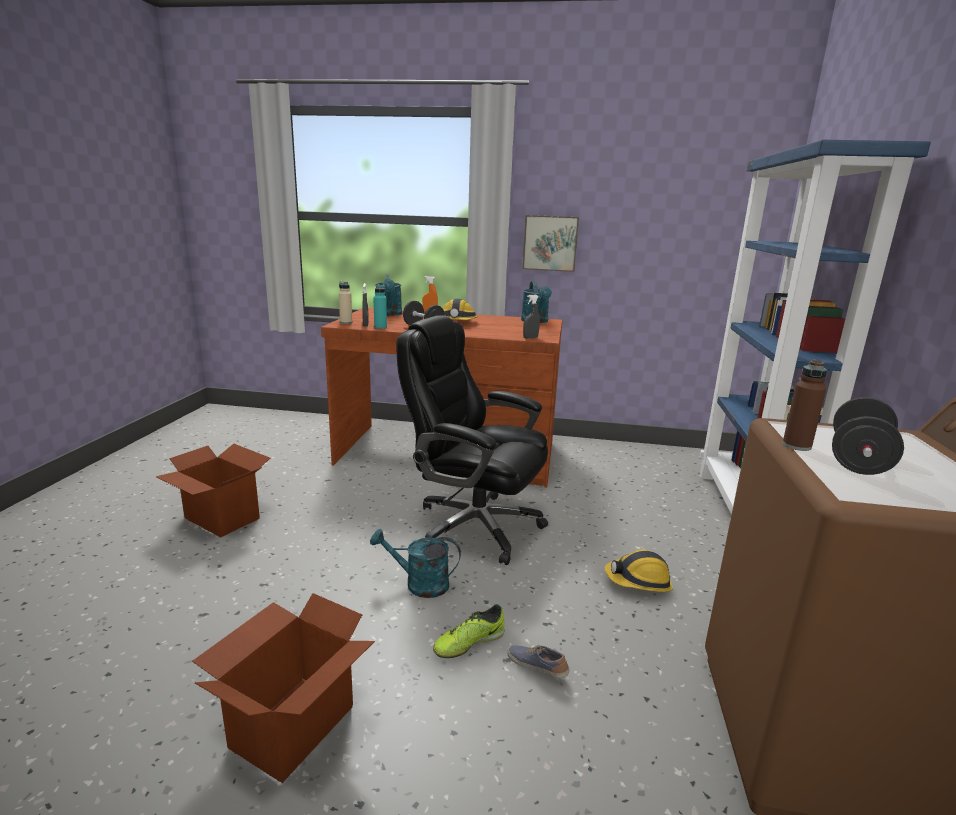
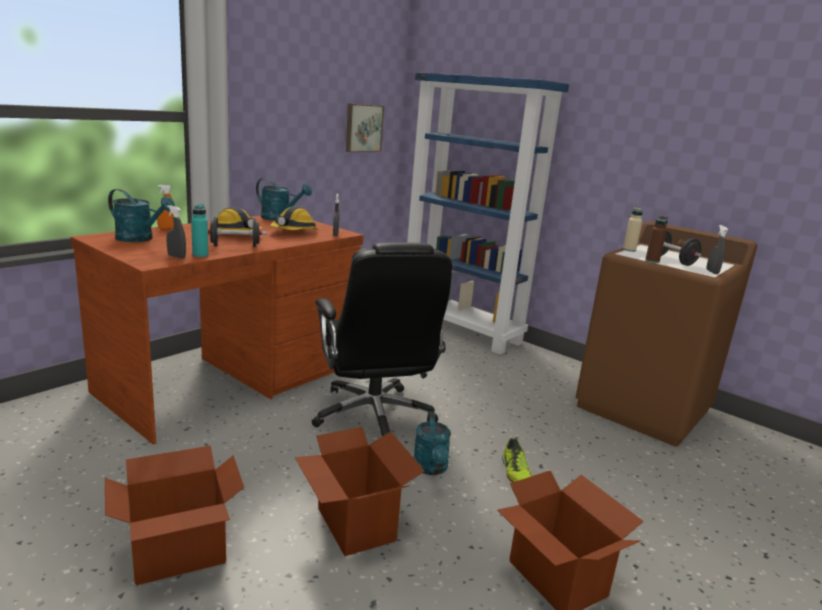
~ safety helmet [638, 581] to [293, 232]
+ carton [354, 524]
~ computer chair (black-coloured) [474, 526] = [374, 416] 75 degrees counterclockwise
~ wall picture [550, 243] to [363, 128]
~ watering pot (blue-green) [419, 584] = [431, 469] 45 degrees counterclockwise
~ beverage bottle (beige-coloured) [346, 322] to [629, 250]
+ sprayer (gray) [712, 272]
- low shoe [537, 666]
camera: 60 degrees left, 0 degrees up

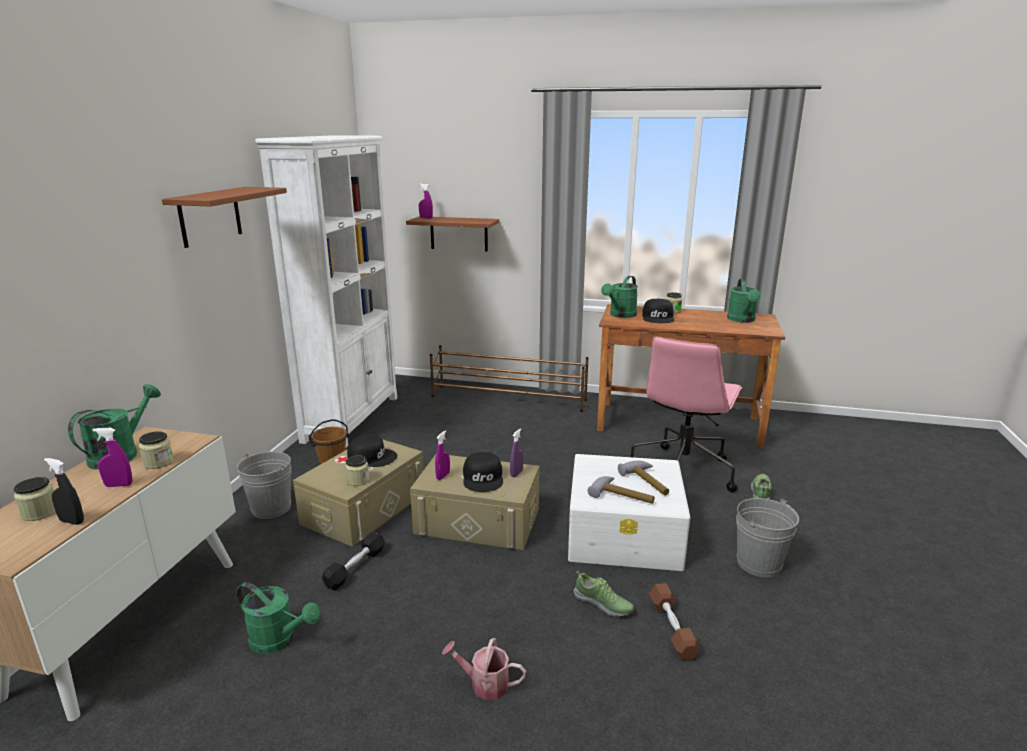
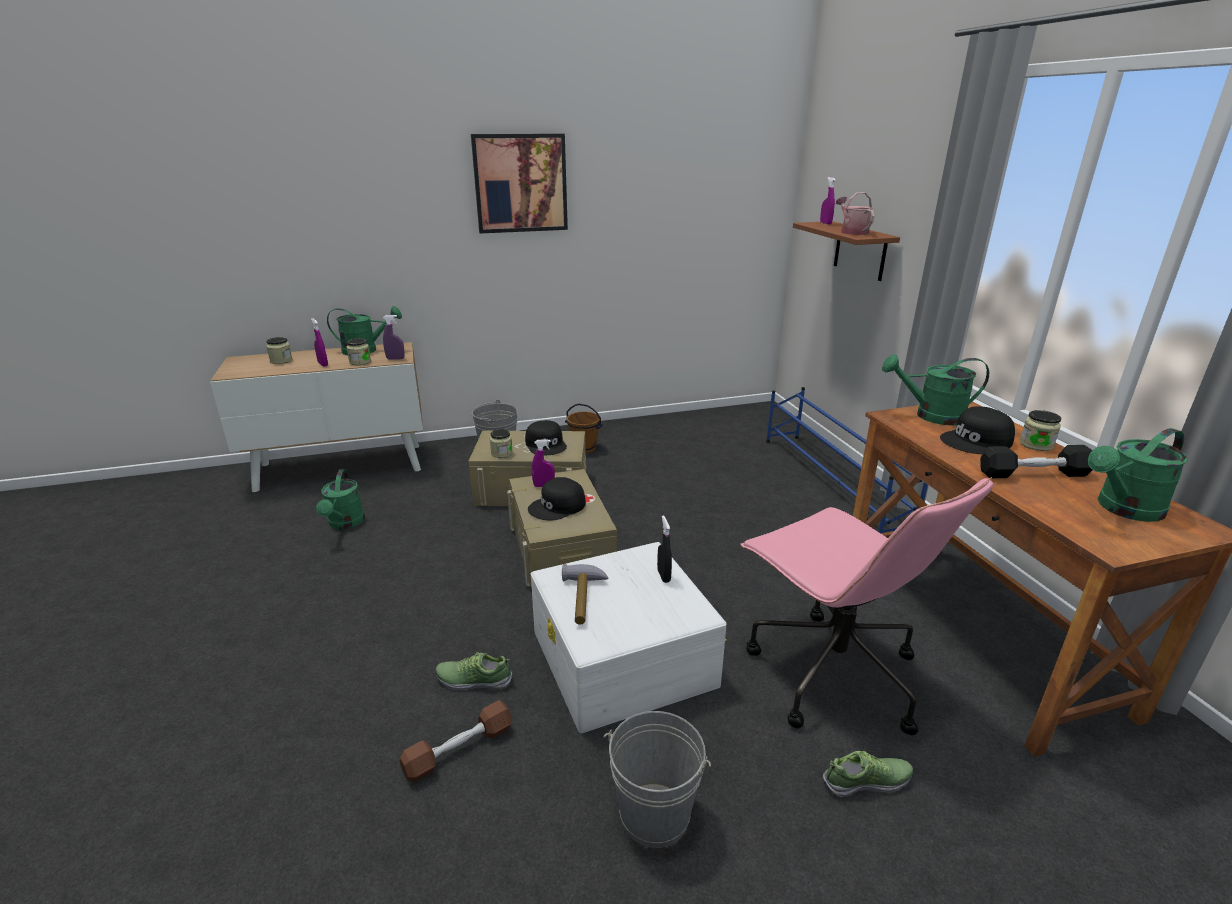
~ sprayer (purplish) [516, 473] to [395, 359]
~ low shoe [603, 604] = [474, 680] 90 degrees clockwise
~ wall shelf (brown-coloured) [210, 216] to wall picture [520, 183]
~ sprayer (black-coloured) [72, 521] to [663, 576]
~ computer chair (pinkish) [682, 471] = [831, 673] 120 degrees counterclockwise
~ shoe shelf (brown-coloured) [509, 398] to shoe shelf (bluish) [832, 482]
~ watering pot [484, 684] to [852, 232]
~ hand weight (black-coloured) [355, 567] to [1033, 474]
- shelving unit (whitish) [352, 418]
- tool hammer [648, 482]
camera: 60 degrees right, 5 degrees up

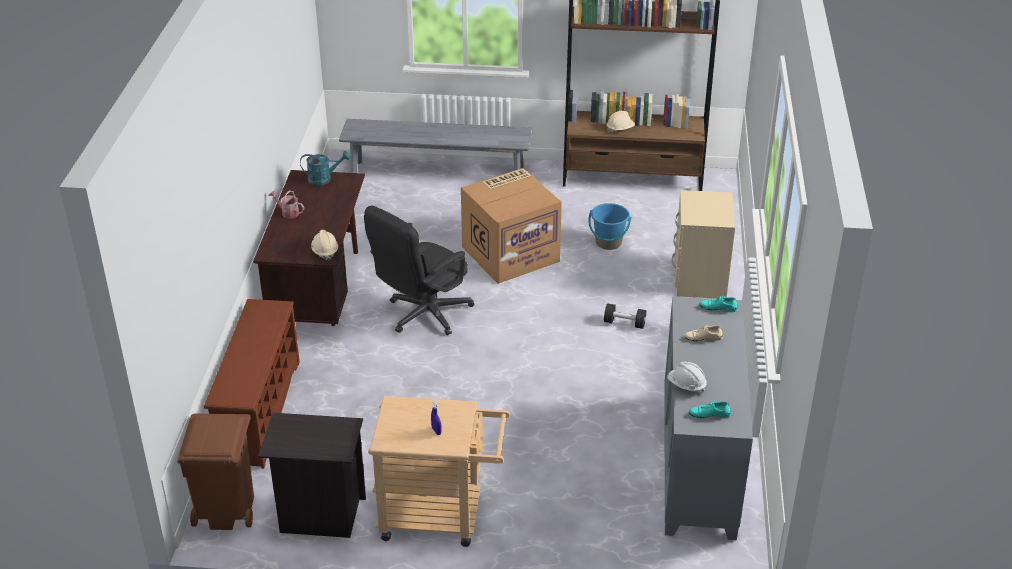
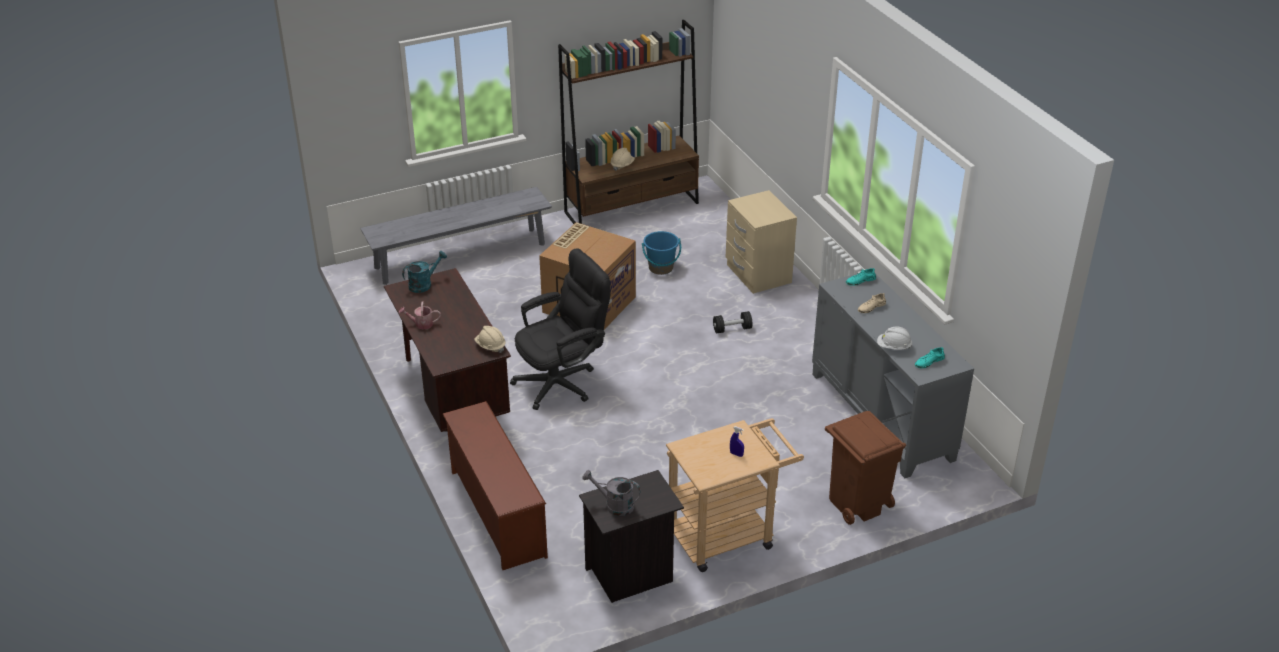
~ computer chair (black-coloured) [422, 316] = [562, 381] 135 degrees counterclockwise
+ watering pot (gray) [614, 505]
~ rubbish bin (brown-coloured) [226, 510] to [857, 503]
camera: 30 degrees left, 0 degrees up

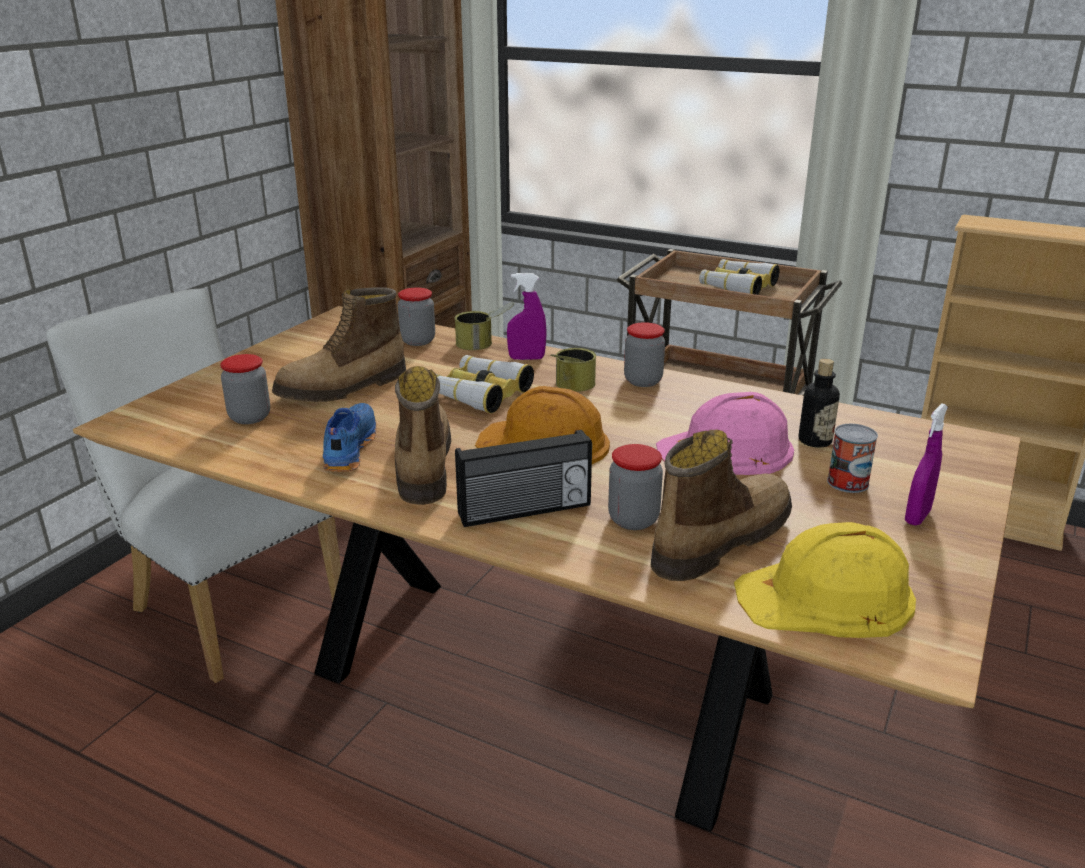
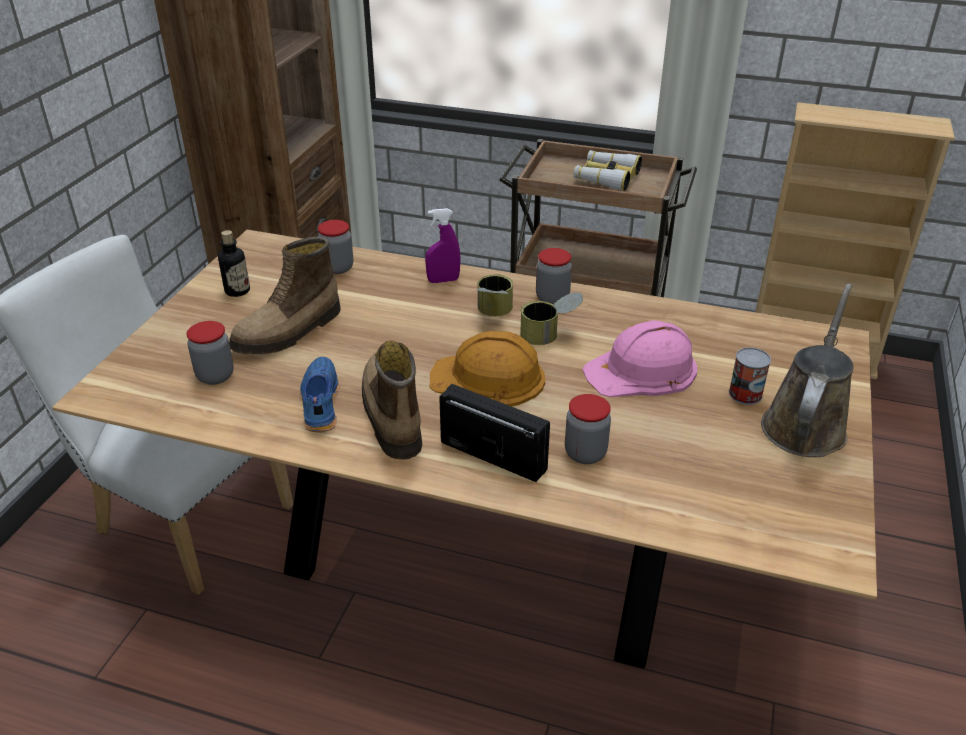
~ beverage bottle [815, 441] to [237, 291]
~ radio receiver [525, 511] = [494, 454] 120 degrees counterclockwise
~ sealed can [485, 344] to [550, 334]
~ sprayer (purplish) [917, 517] to watering pot (brown-coloured) [805, 424]
- binoculars [479, 393]
- high-top boot [719, 540]
- safety helmet (yellowish) [827, 597]
camera: 10 degrees left, 10 degrees up

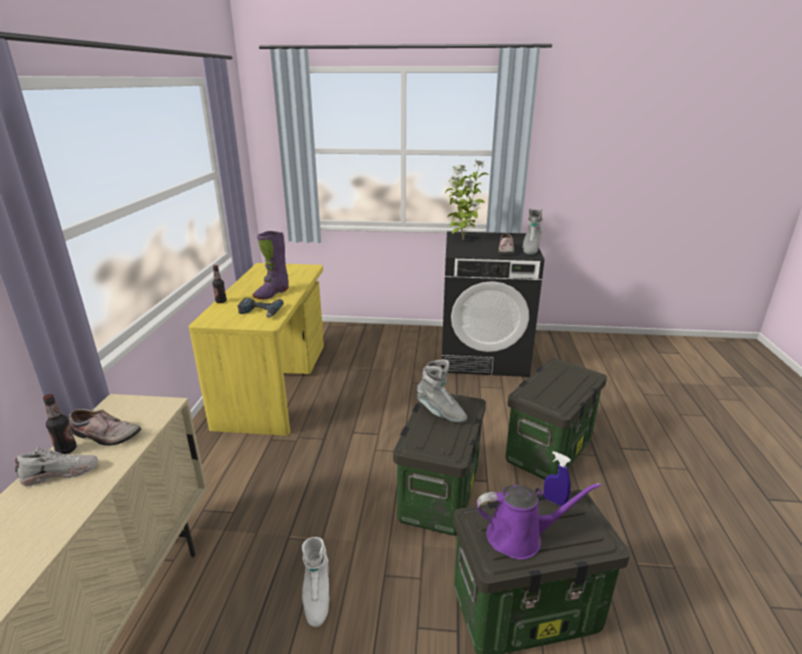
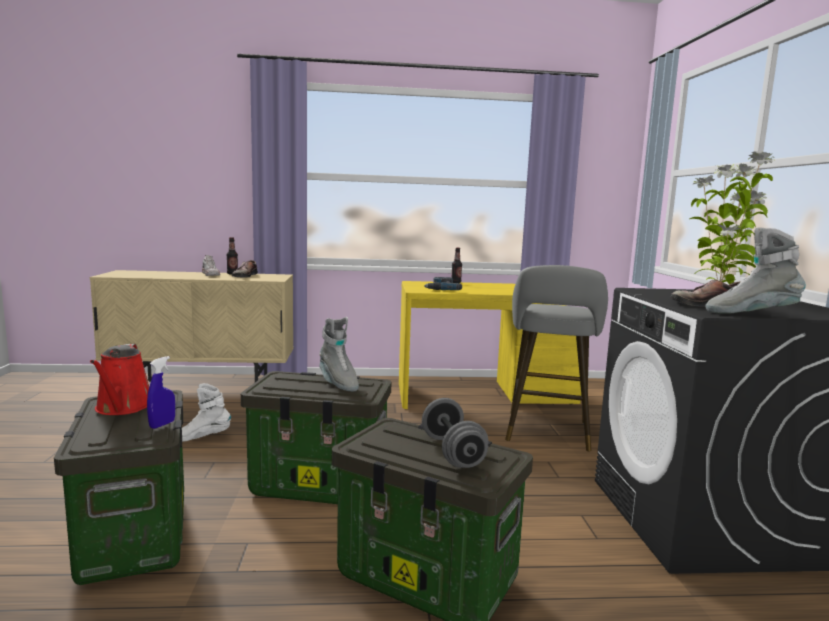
~ watering pot (purplish) [520, 537] to watering pot (reddish) [123, 407]
~ high-top boot (gray) [440, 413] = [338, 383] 60 degrees counterclockwise
+ hand weight (gray) [452, 452]
+ stool (gray) [547, 433]
- high-top boot (purplish) [271, 294]
camera: 80 degrees right, 15 degrees down

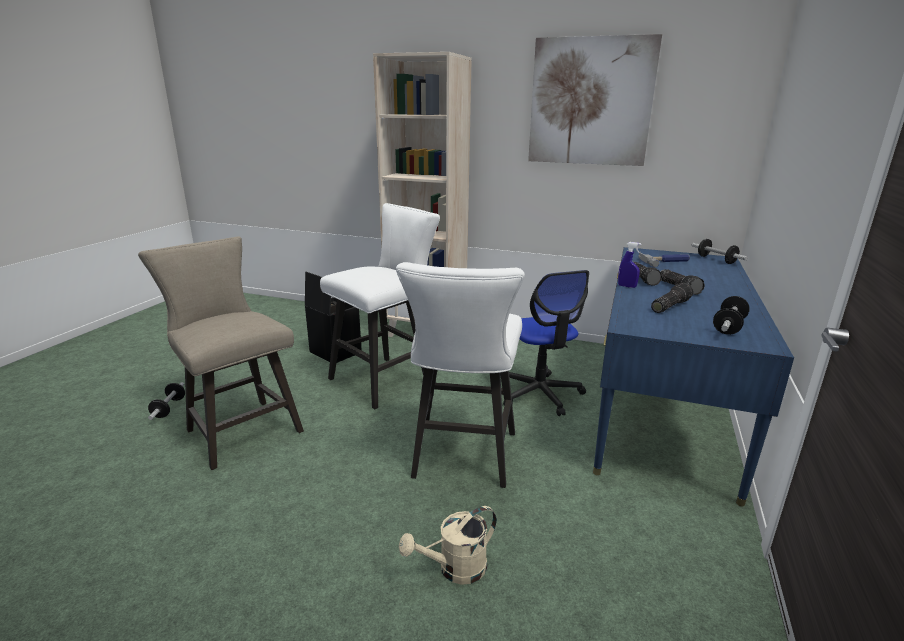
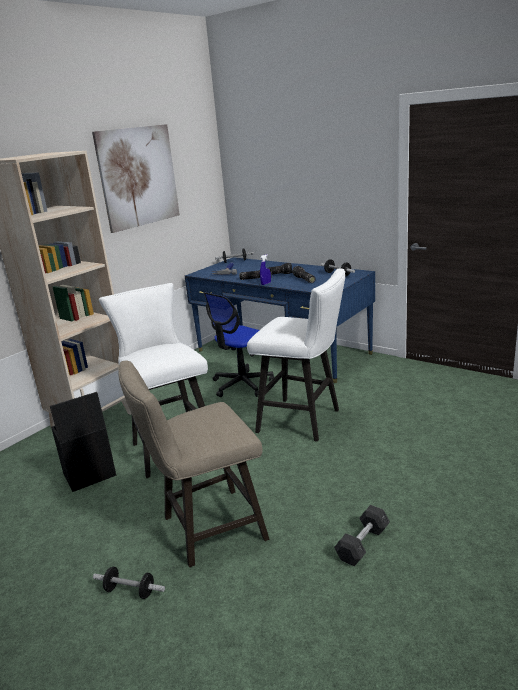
~ computer chair [540, 394] = [242, 384] 135 degrees clockwise
+ hand weight (gray) [362, 544]
- watering pot (beige-coloured) [455, 569]
camera: 70 degrees left, 0 degrees up

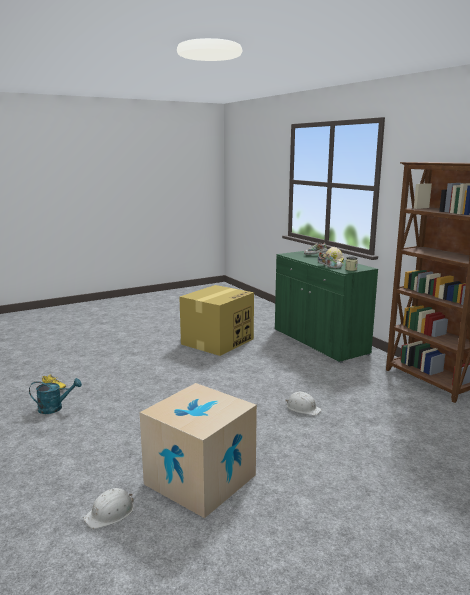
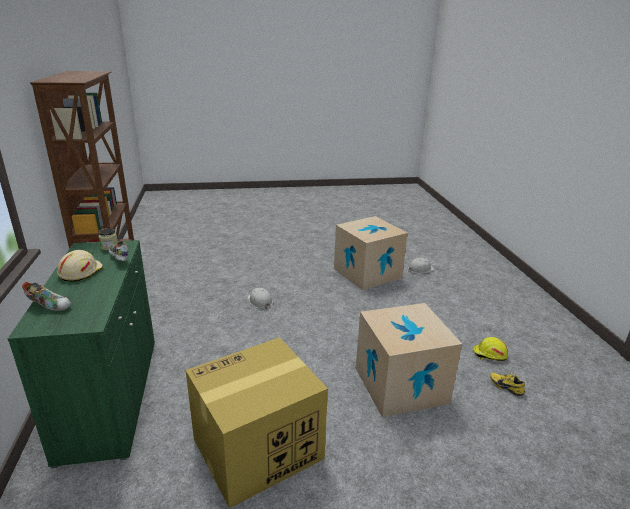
+ carton [400, 385]
~ watering pot (blue-green) [55, 408] to safety helmet (yellowish) [489, 355]
camera: 160 degrees left, 10 degrees up

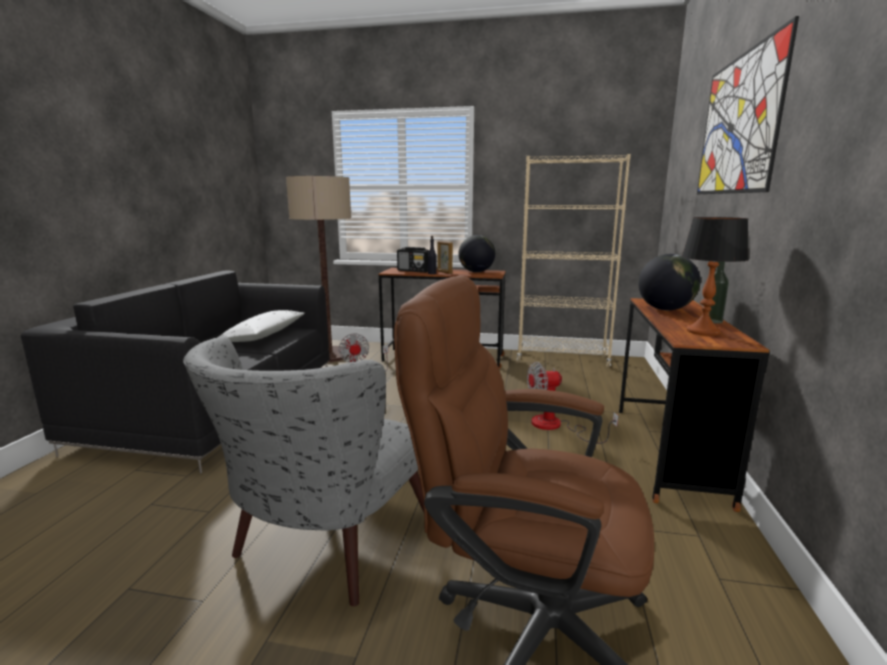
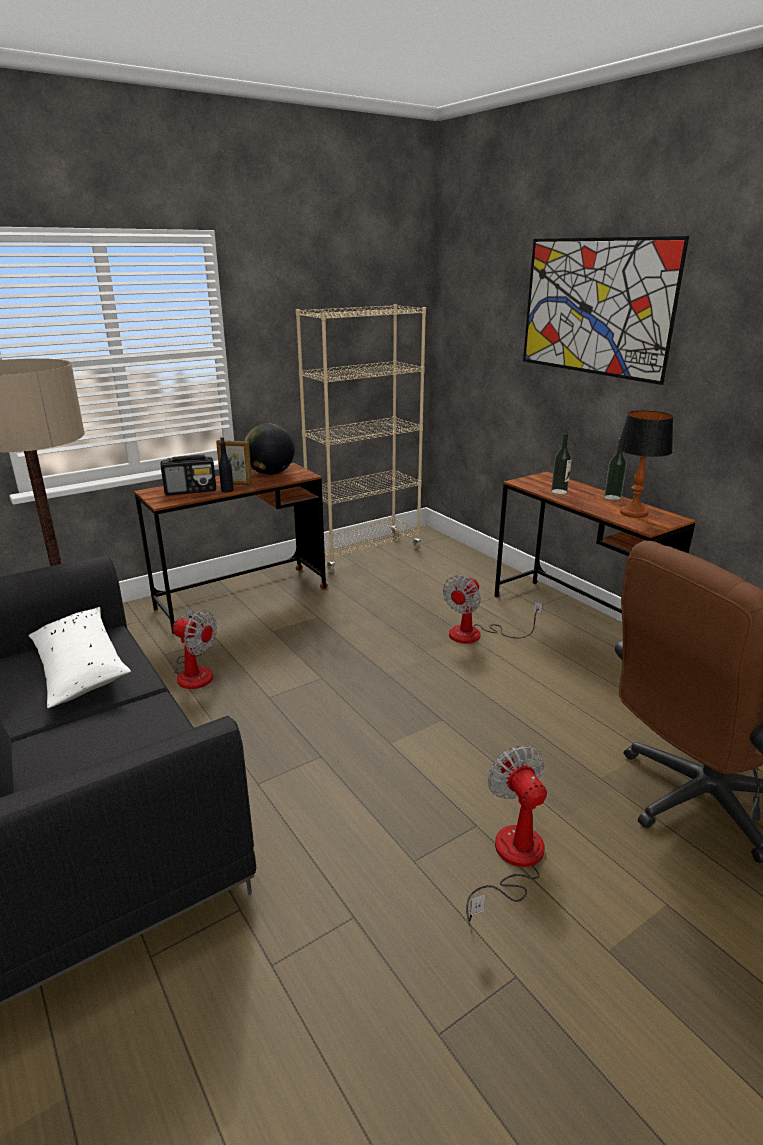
~ easy chair (gray) [321, 548] to electric fan [511, 860]
~ world globe [665, 309] to beverage bottle [559, 491]
camera: 45 degrees left, 10 degrees up

